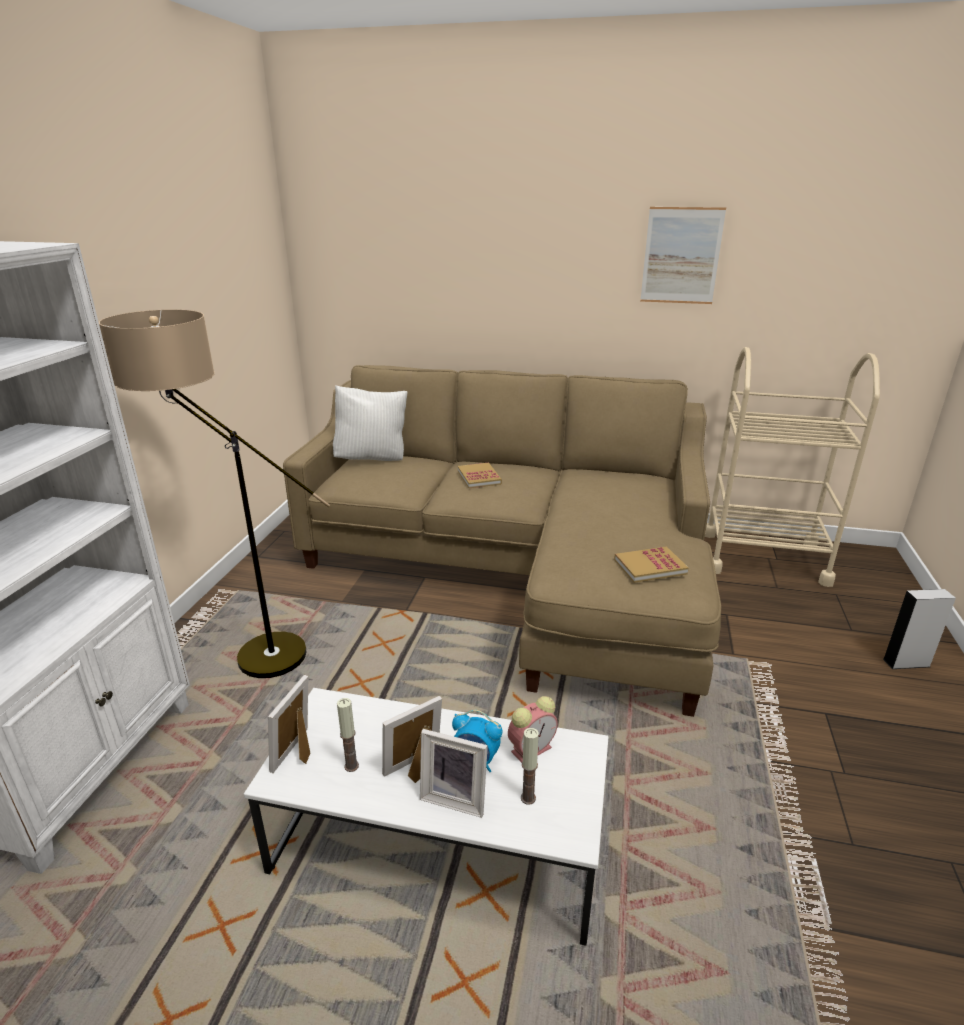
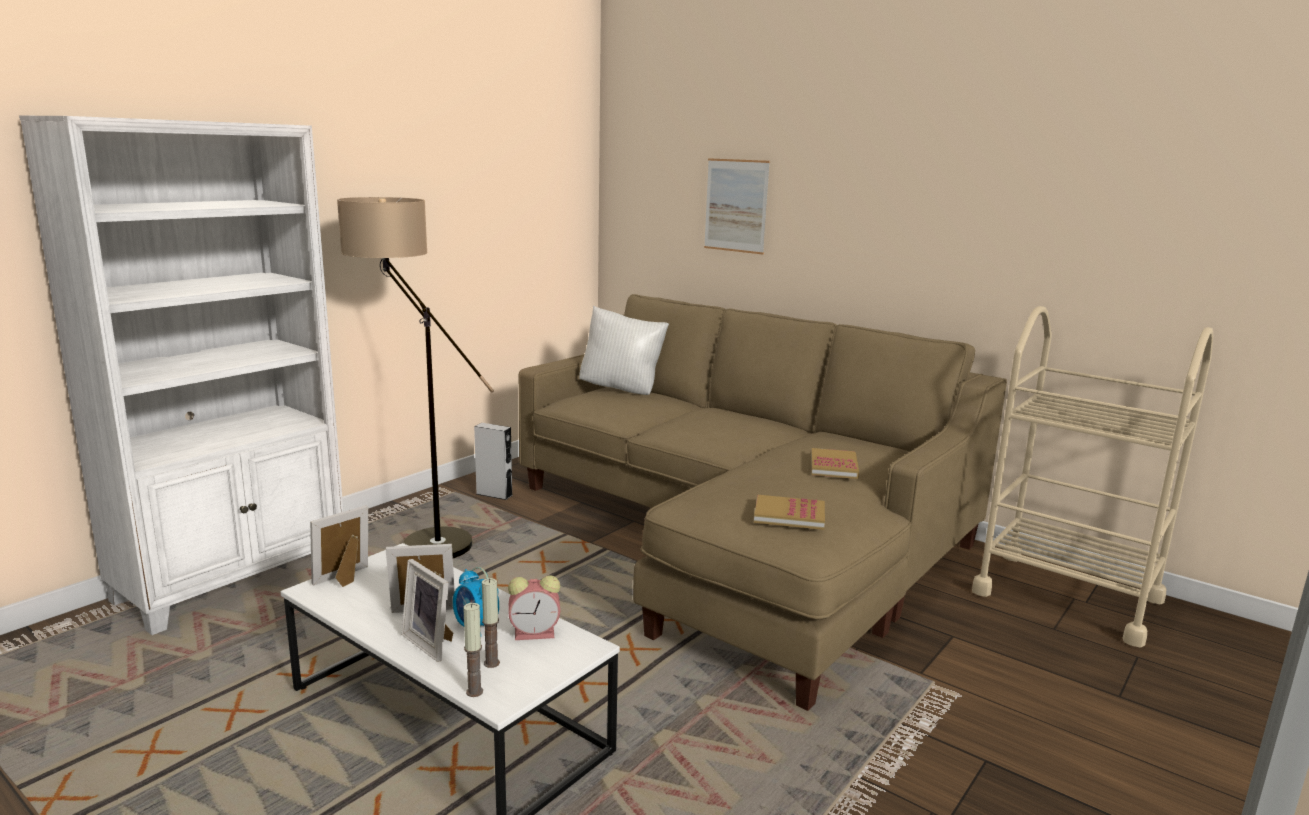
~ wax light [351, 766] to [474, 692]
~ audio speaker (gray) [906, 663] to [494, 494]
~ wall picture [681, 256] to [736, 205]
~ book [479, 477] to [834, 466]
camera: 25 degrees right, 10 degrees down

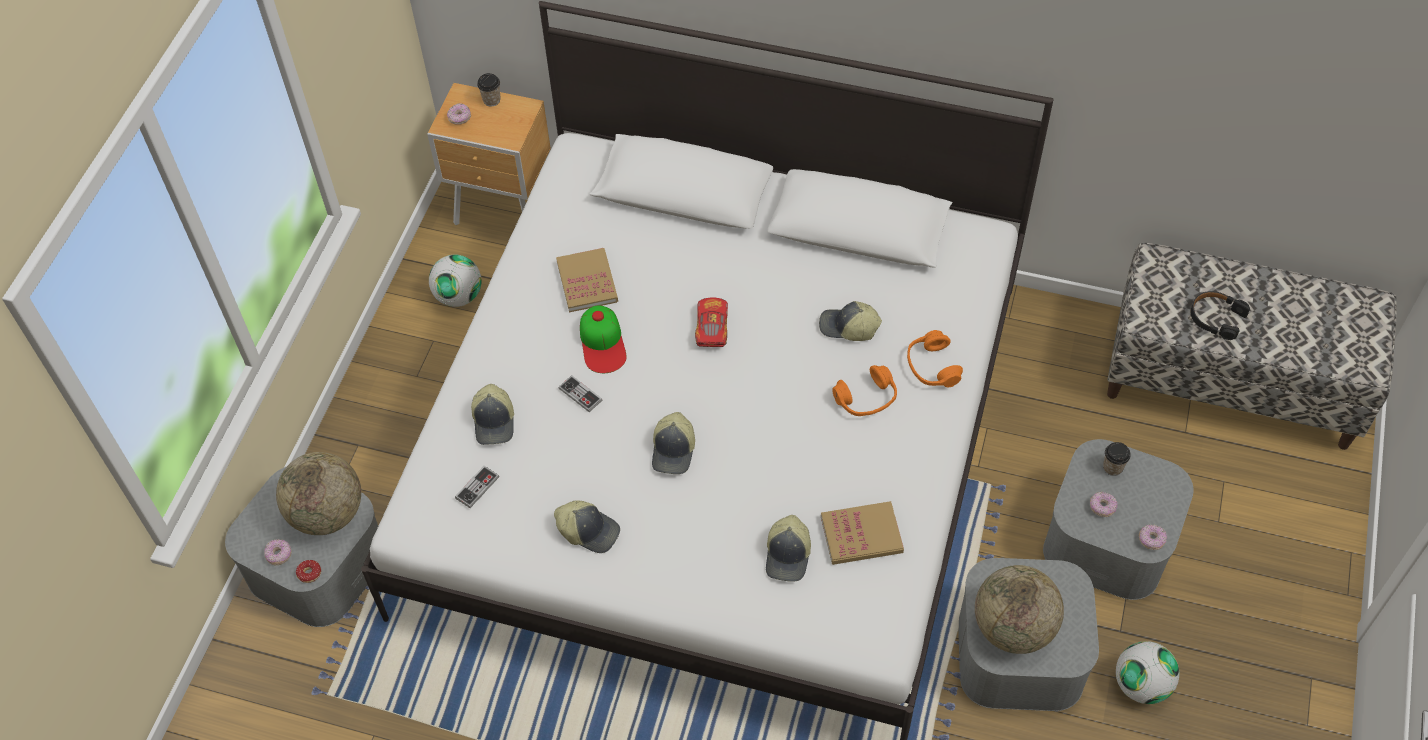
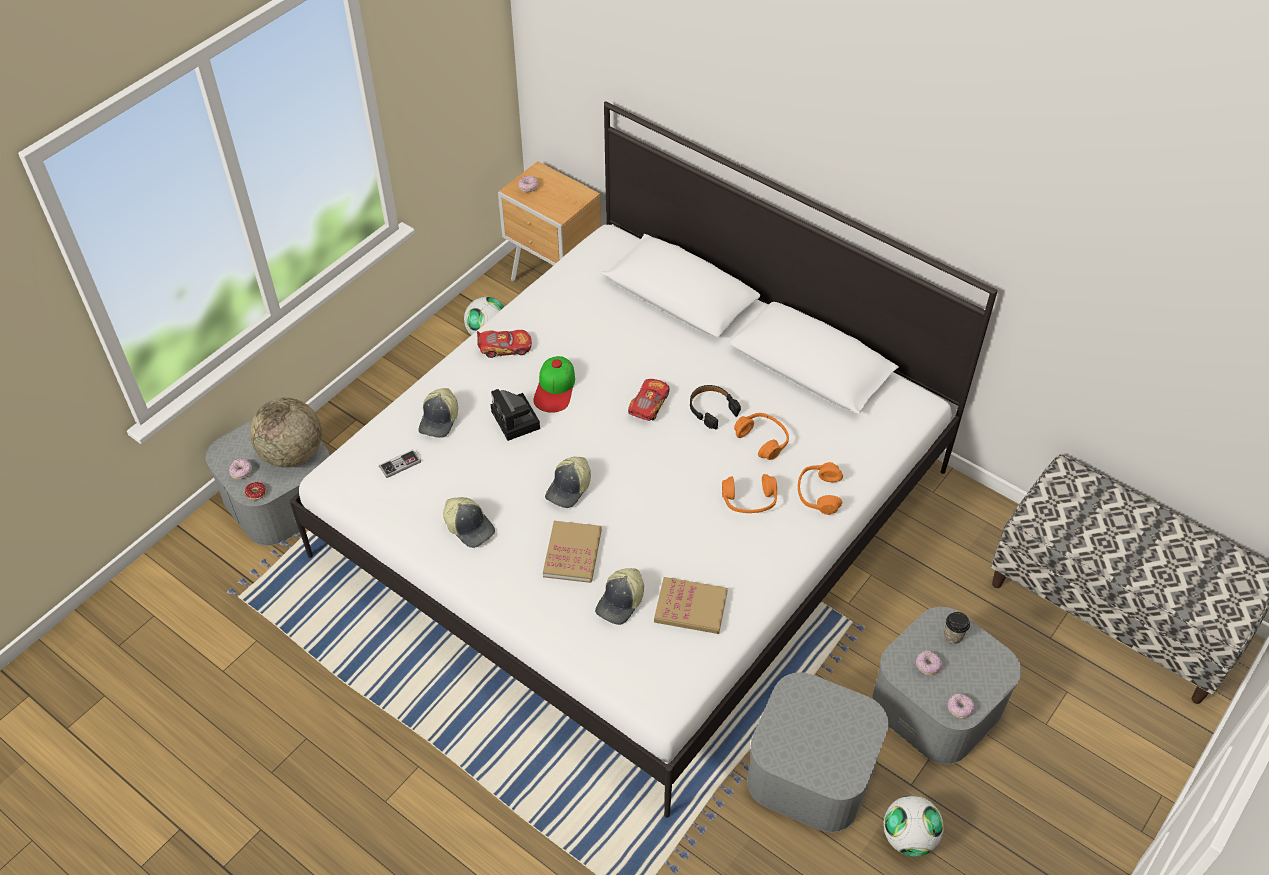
+ toy car [505, 347]
~ gamepad [580, 394] to still camera [517, 421]
~ book [587, 282] to [572, 553]
~ pair of headphones (black-coloured) [1216, 318] to [712, 409]
~ baseball cap [848, 328] to pair of headphones (orange-coloured) [762, 440]
- drinking cup [491, 100]
- world globe [1013, 628]
camera: 20 degrees right, 5 degrees down

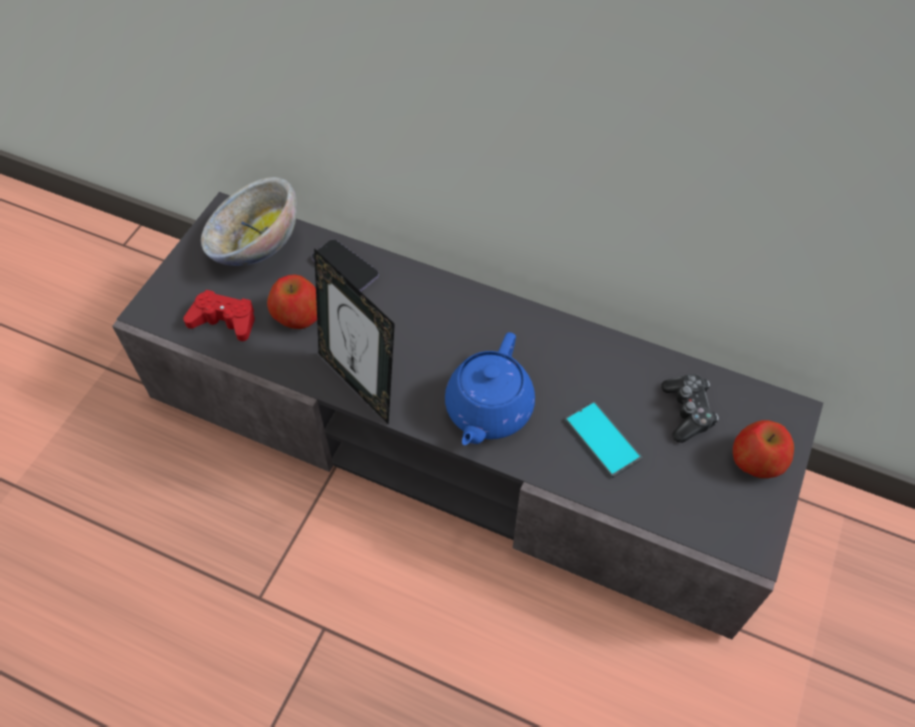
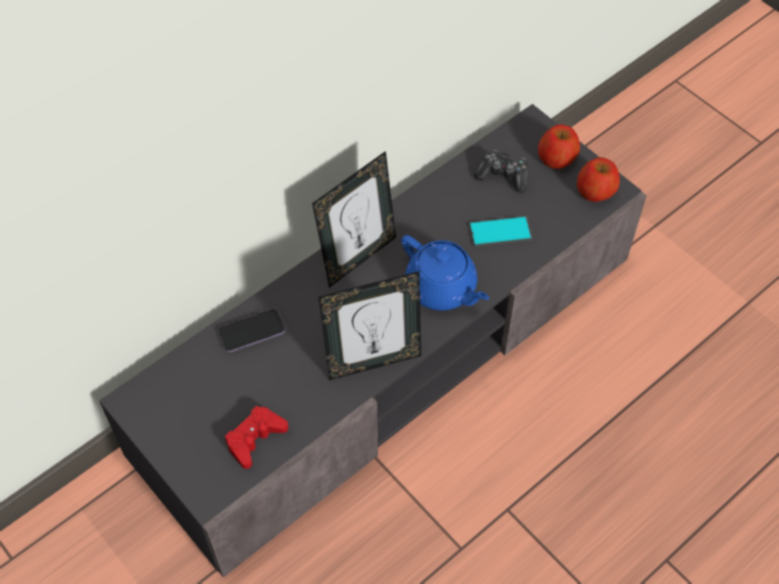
+ standing frame [358, 257]
~ apple fruit [297, 315] to [595, 191]
- deep dish [255, 247]
camera: 65 degrees left, 0 degrees up

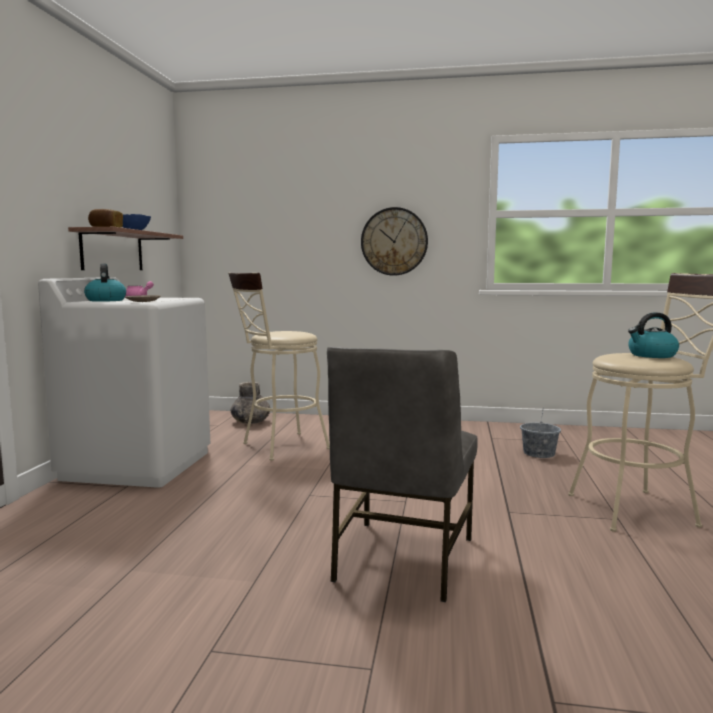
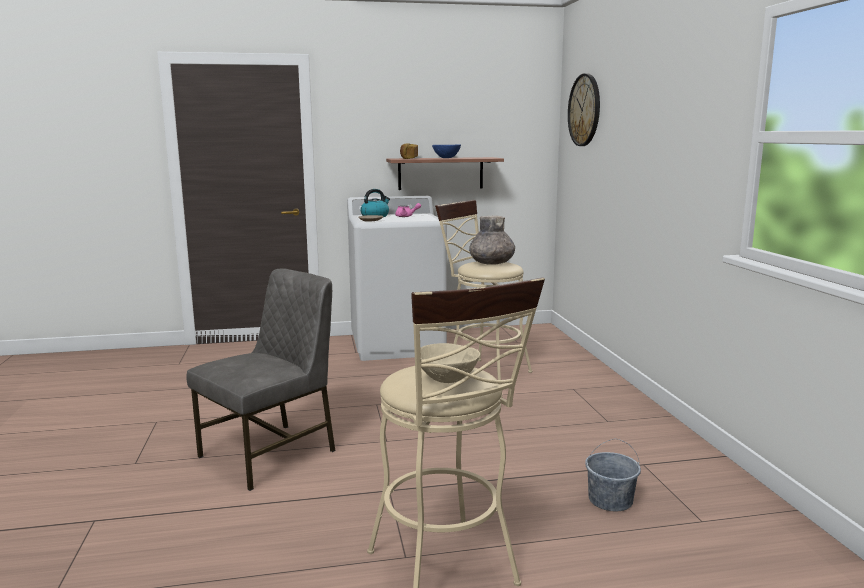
~ upright chair (gray) [401, 559] = [271, 453] 135 degrees clockwise
~ kettle [651, 355] to deep dish (beige-coloured) [446, 380]
~ decorative vase (gray) [250, 422] to [491, 263]
~ hanging clock [394, 241] to [584, 110]
camera: 70 degrees right, 5 degrees up

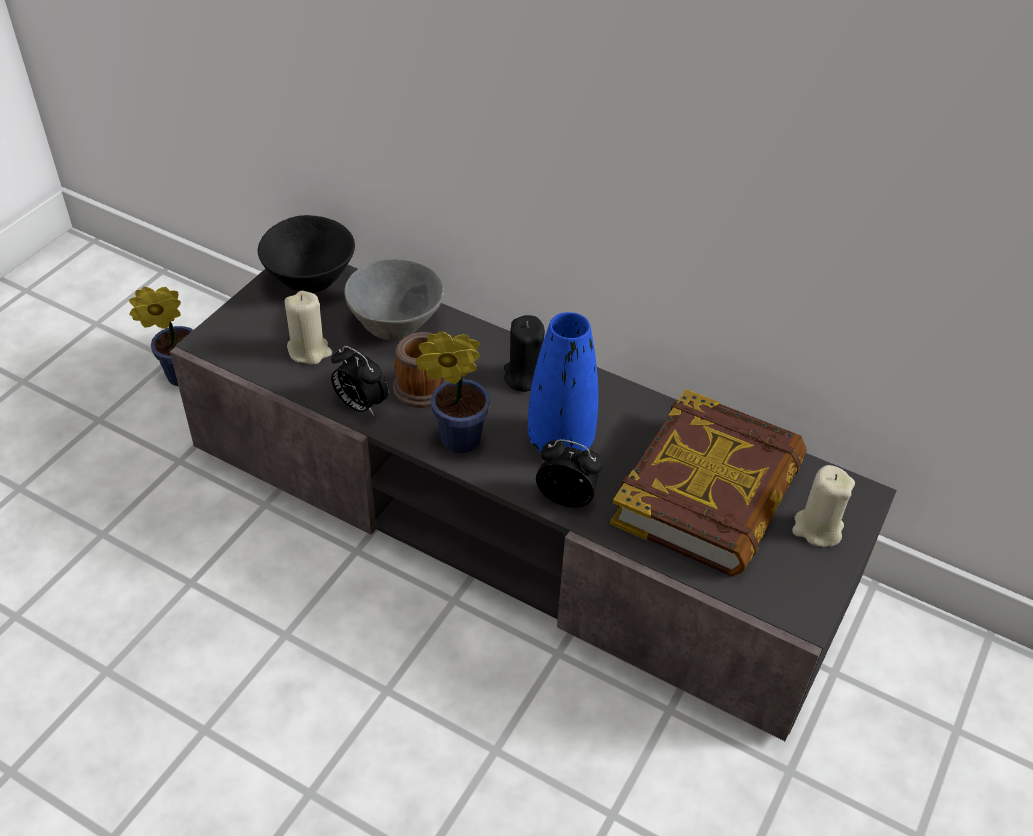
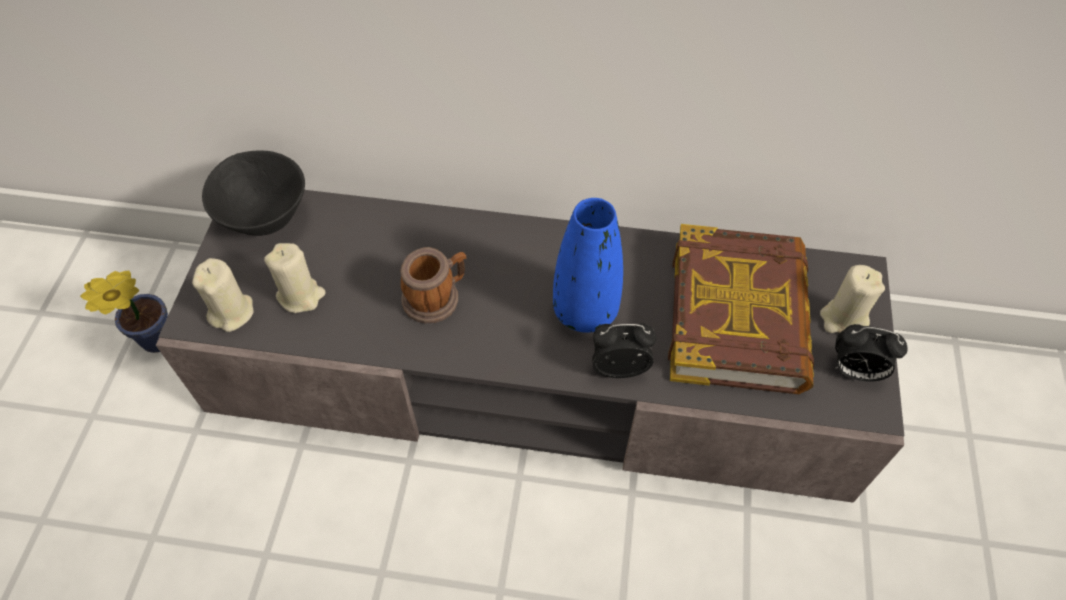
+ wax light (beige-coloured) [232, 312]
~ bedside clock [360, 405] to [855, 371]
- deep dish (gray) [398, 325]
- houseplant [455, 439]
- wax light (black-coloured) [524, 376]
camera: 20 degrees left, 10 degrees up

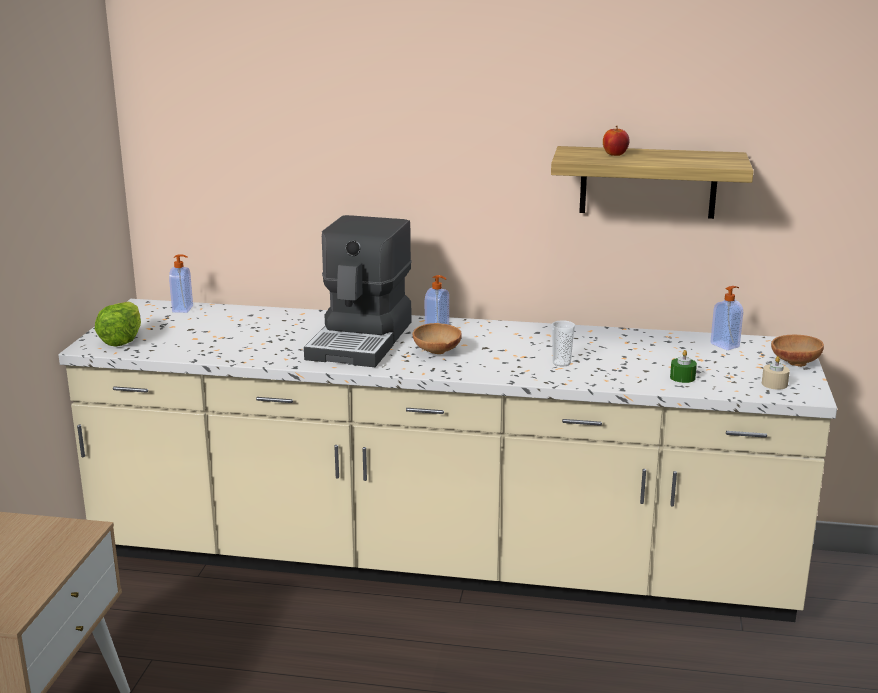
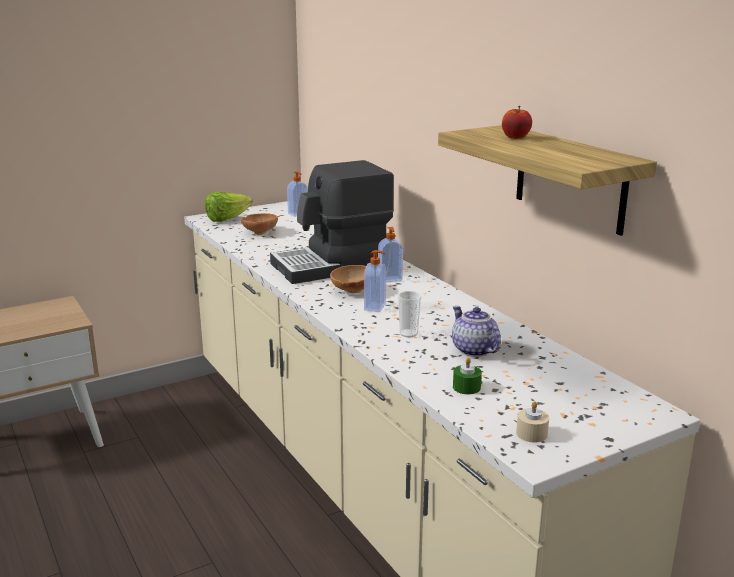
~ deep dish (brown-coloured) [794, 363] to [260, 232]
~ soap dispenser [725, 345] to [375, 307]
+ tea pot [473, 350]
camera: 50 degrees right, 0 degrees up

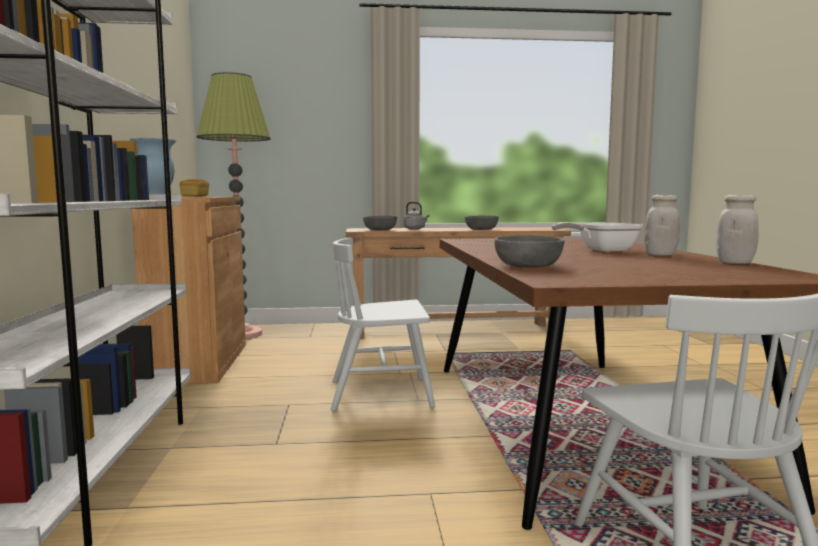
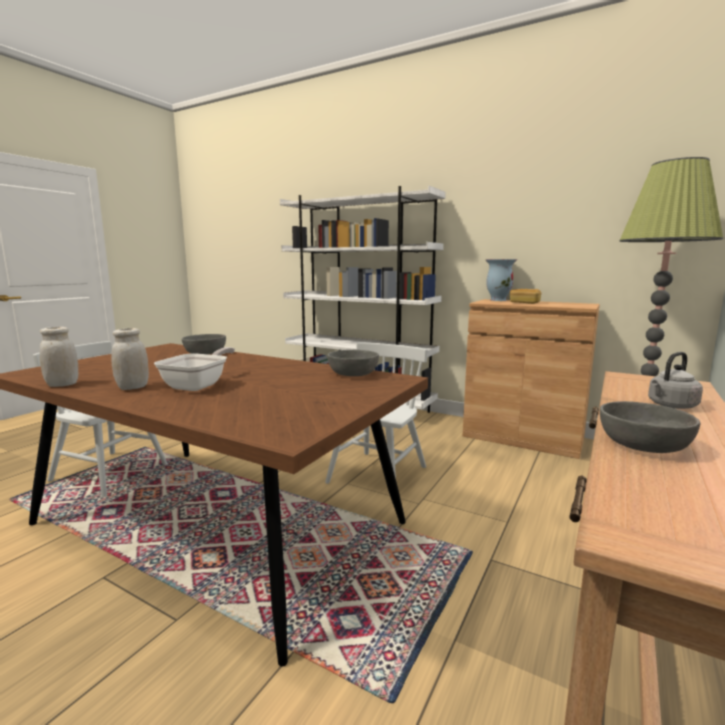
~ deep dish (gray) [380, 230] to [353, 373]
camera: 125 degrees right, 5 degrees up

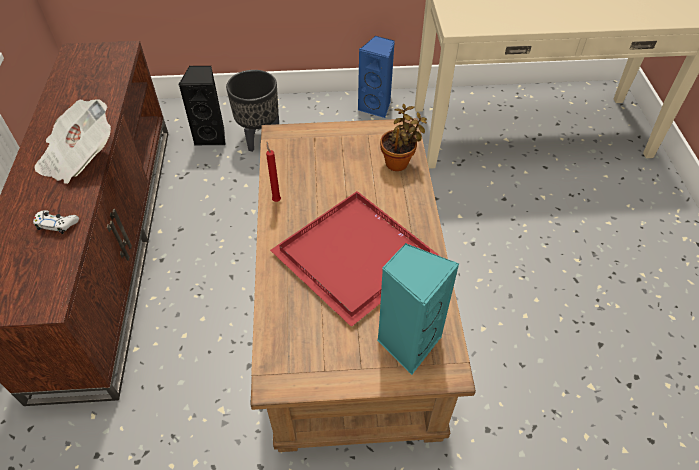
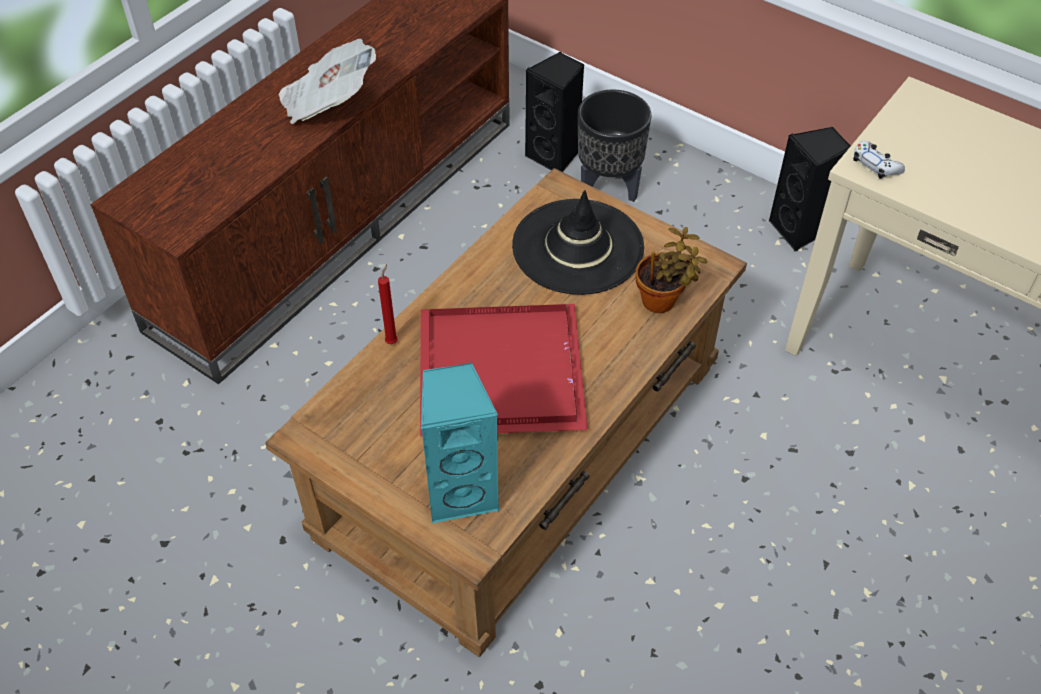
~ wax light (reddish) [276, 200] to [392, 341]
+ hat (black-coloured) [578, 247]
~ audio speaker (bluish) [376, 107] to audio speaker (black-coloured) [799, 230]
~ gamepad (whitish) [57, 224] to [875, 165]
camera: 40 degrees right, 0 degrees up

